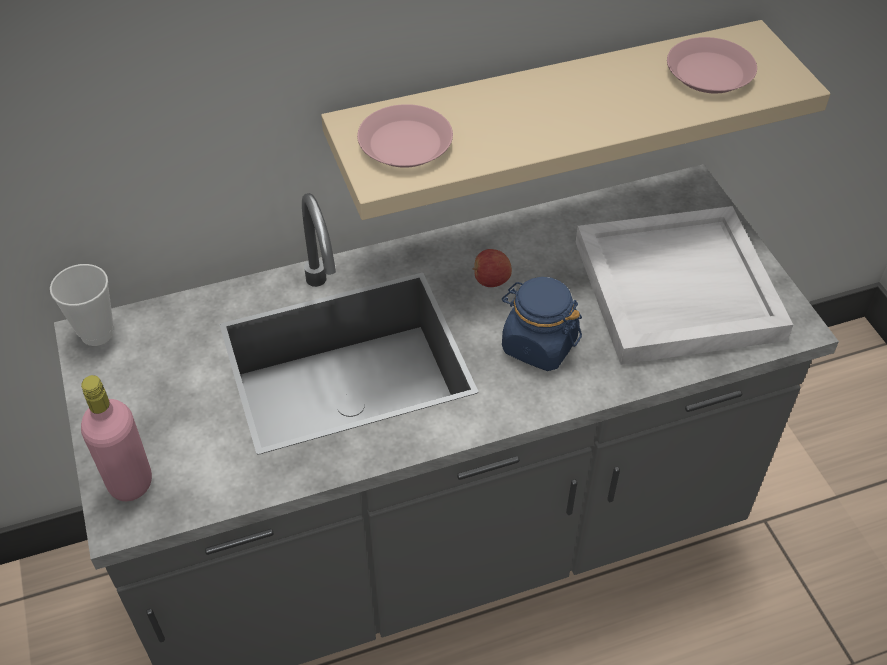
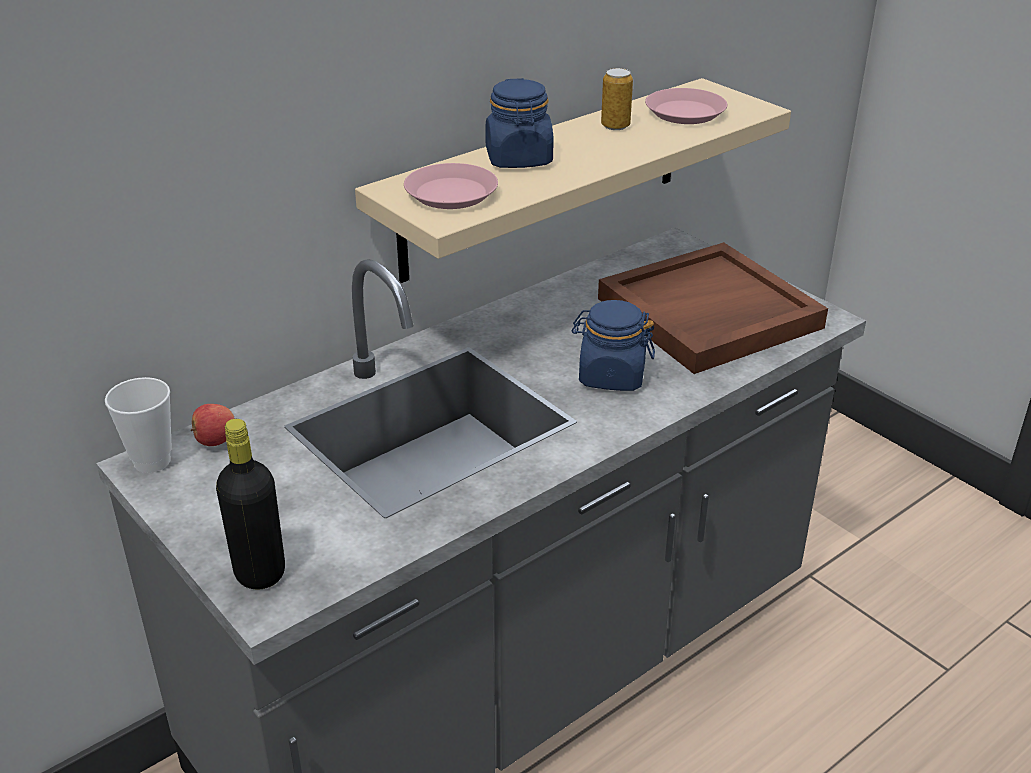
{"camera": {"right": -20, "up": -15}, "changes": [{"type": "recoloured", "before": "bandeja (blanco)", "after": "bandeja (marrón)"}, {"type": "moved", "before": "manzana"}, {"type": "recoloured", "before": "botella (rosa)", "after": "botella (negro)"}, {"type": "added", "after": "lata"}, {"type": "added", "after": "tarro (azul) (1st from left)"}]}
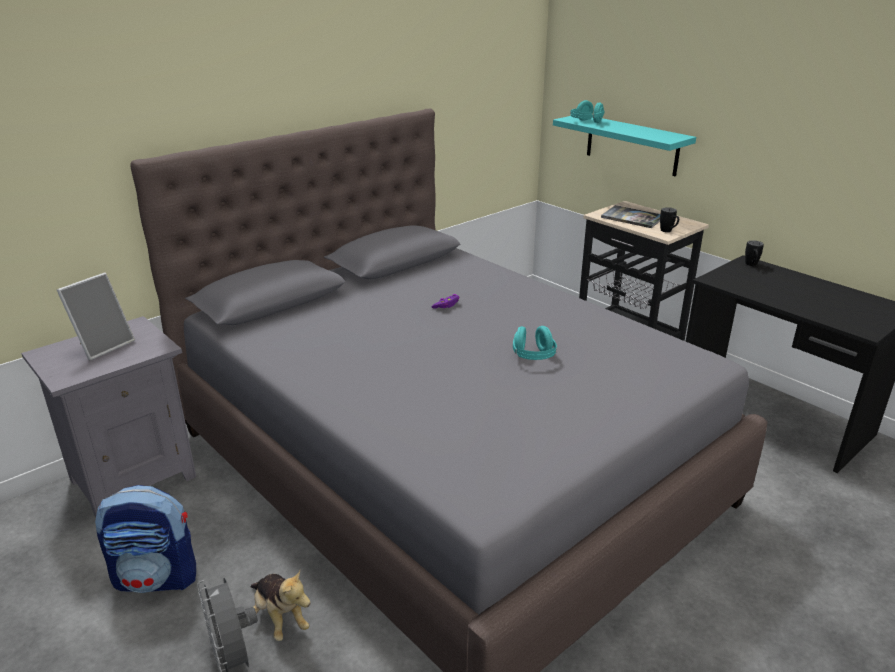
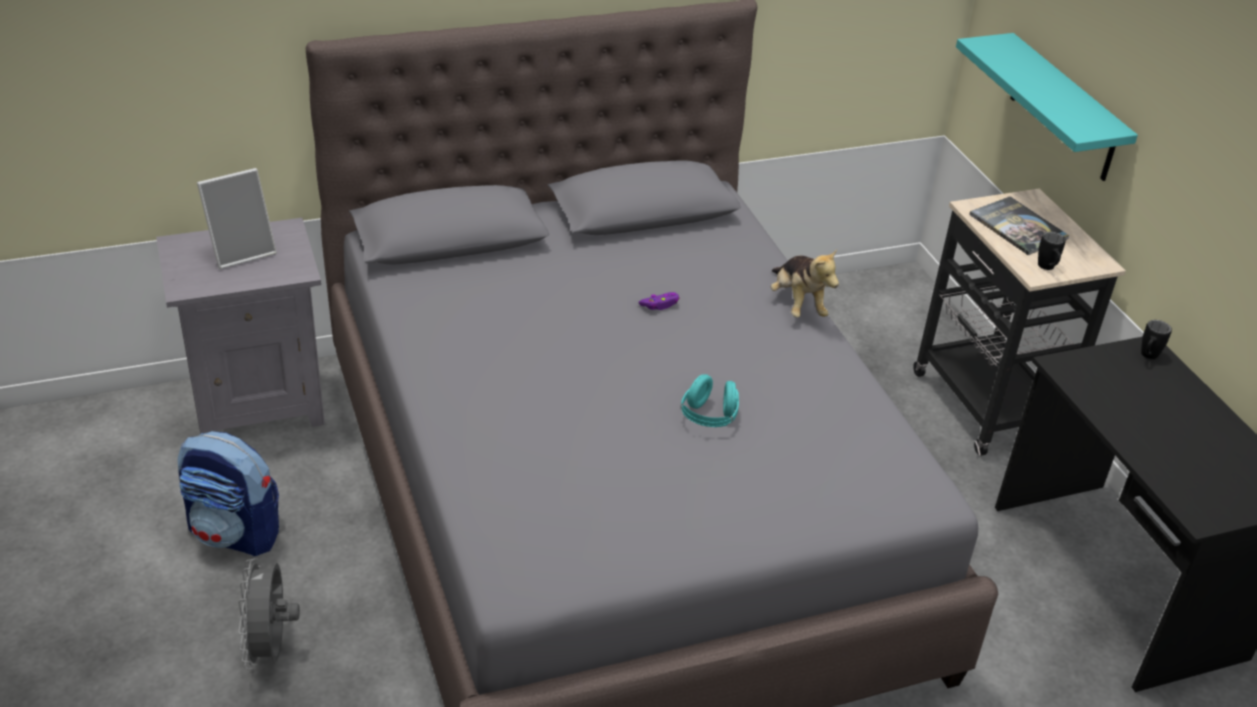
{"camera": {"right": 20, "up": 10}, "changes": [{"type": "removed", "before": "auriculares (turquesa) (2nd from left)"}, {"type": "moved", "before": "peluche"}]}
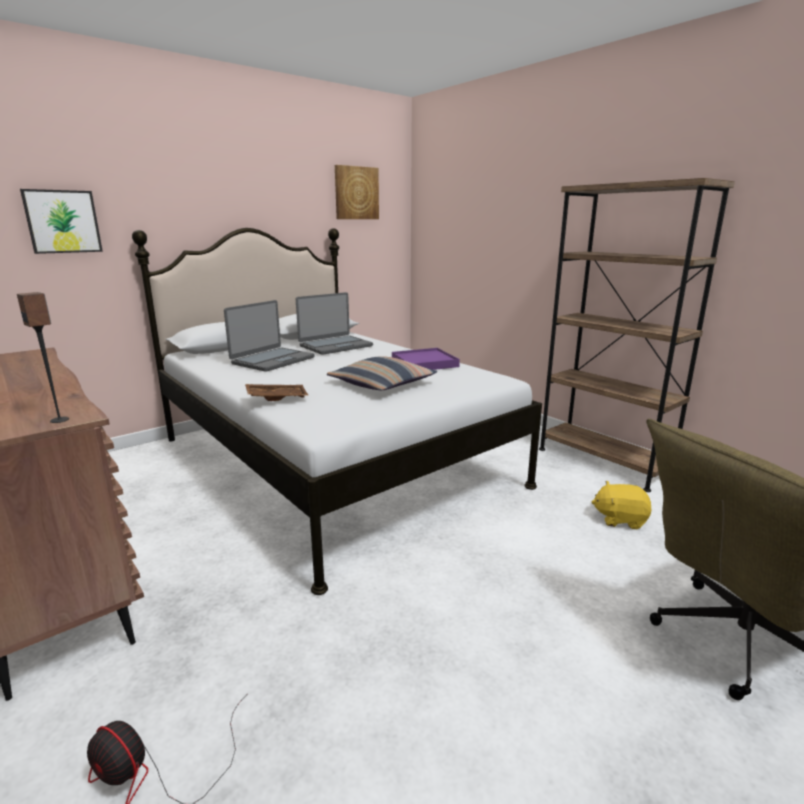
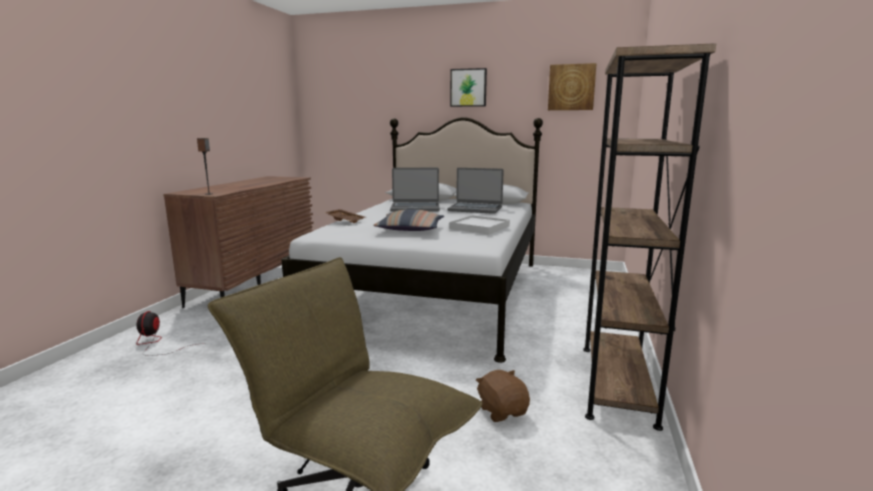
{"camera": {"right": 55, "up": -5}, "changes": [{"type": "moved", "before": "cuadro (1st from left)"}, {"type": "recoloured", "before": "bandeja (morado)", "after": "bandeja (blanco)"}, {"type": "recoloured", "before": "peluche (amarillo)", "after": "peluche (marrón)"}]}
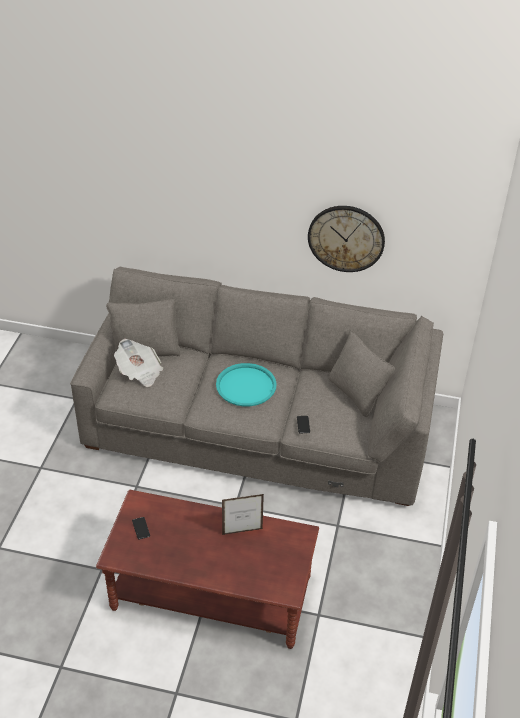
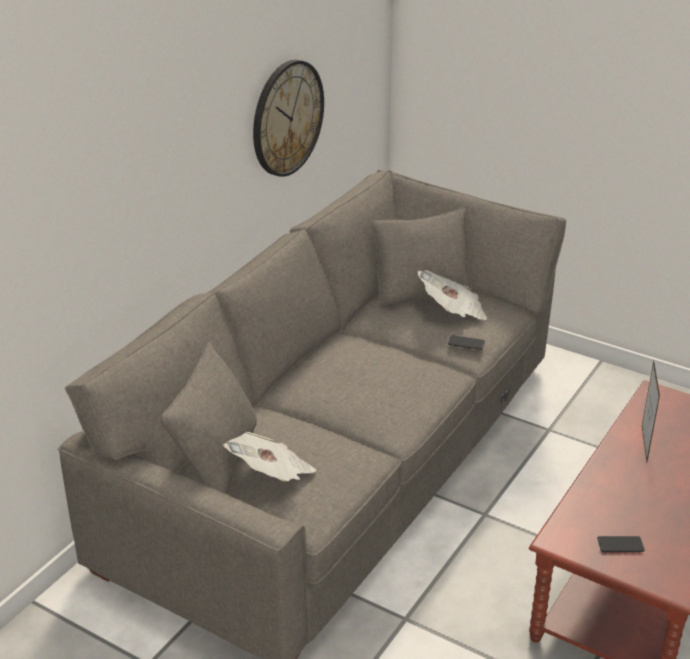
{"camera": {"right": -70, "up": -10}, "changes": [{"type": "removed", "before": "bandeja (turquesa)"}, {"type": "added", "after": "periódico (2nd from left)"}]}
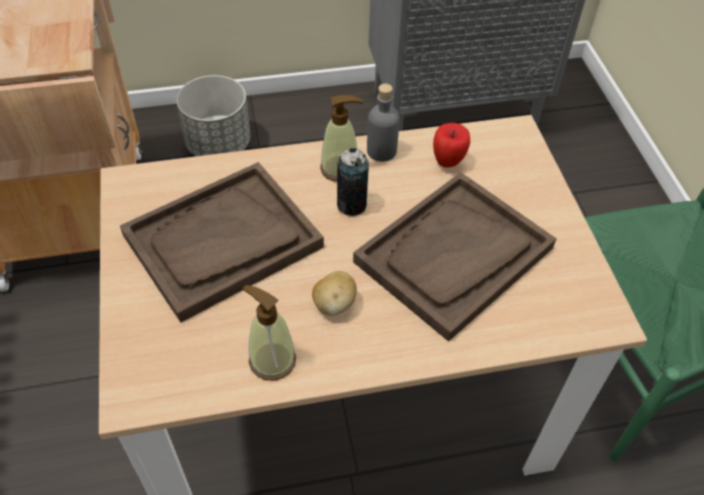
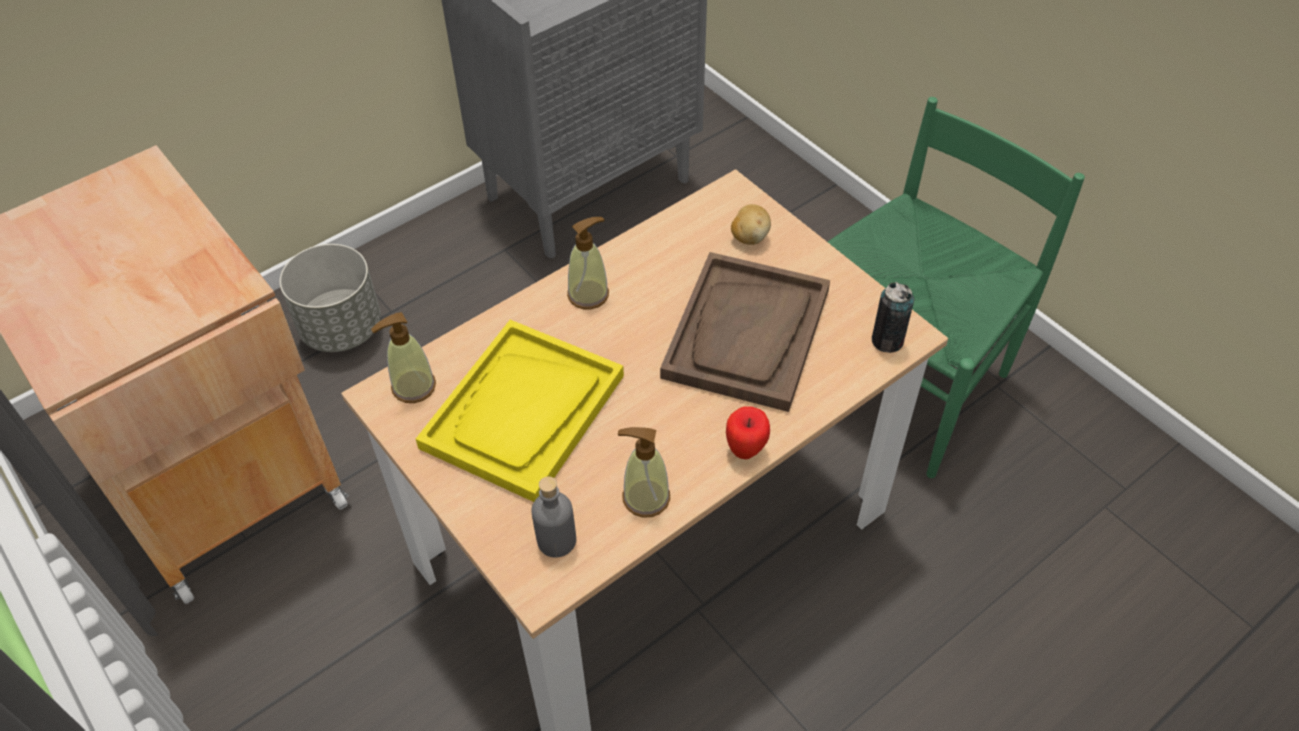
{"camera": {"right": -25, "up": 0}, "changes": [{"type": "moved", "before": "botella (gris)"}, {"type": "moved", "before": "manzana"}, {"type": "moved", "before": "lata"}, {"type": "recoloured", "before": "bandeja (marrón) (1st from left)", "after": "bandeja (amarillo)"}, {"type": "moved", "before": "patata"}, {"type": "added", "after": "dispensador de jabón (1st from left)"}]}
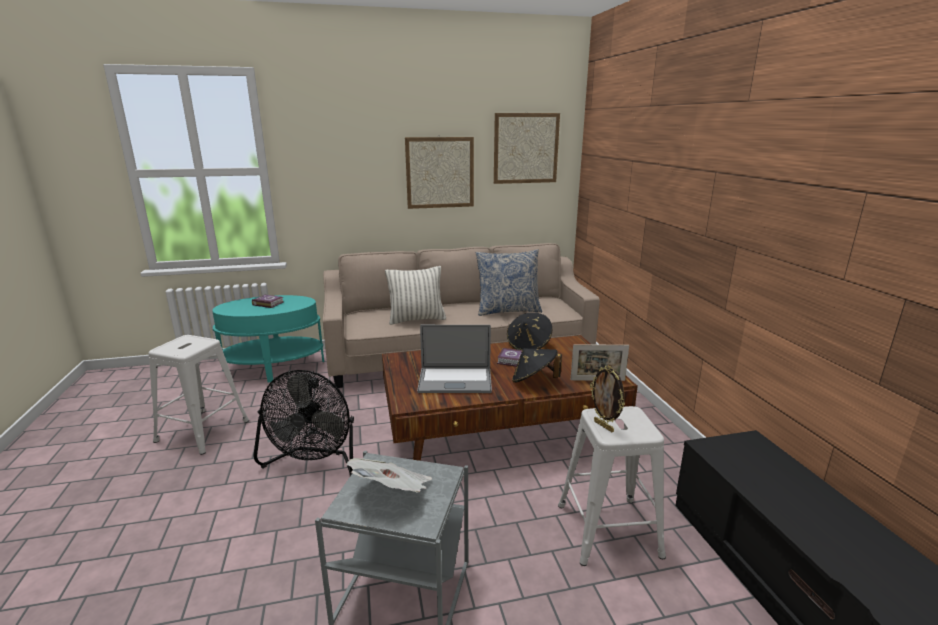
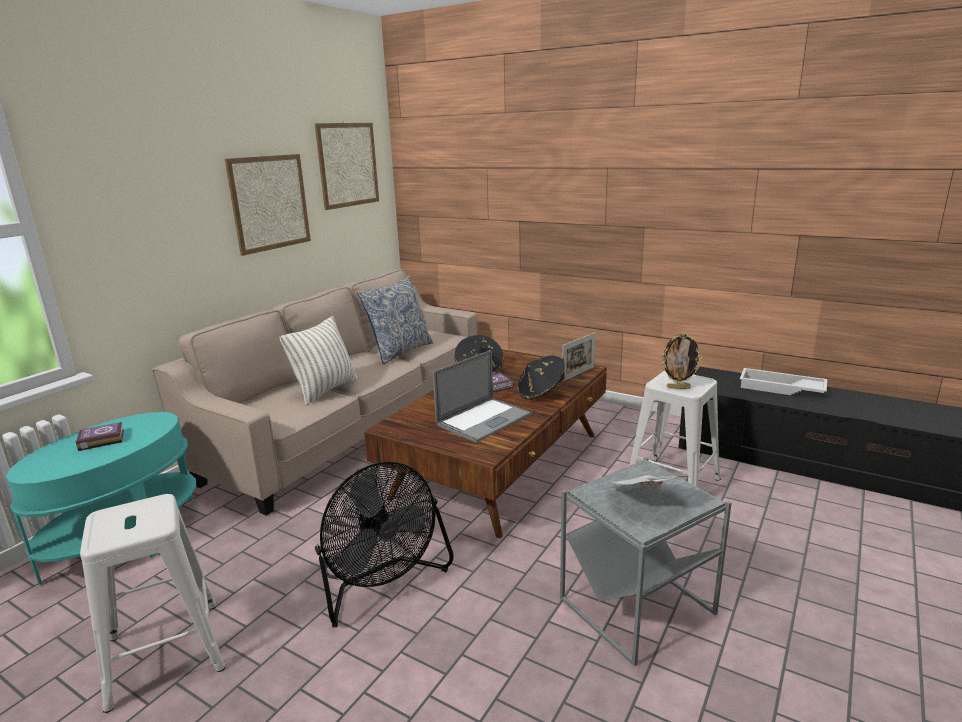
{"camera": {"right": -45, "up": 0}, "changes": [{"type": "added", "after": "bandeja (blanco)"}]}
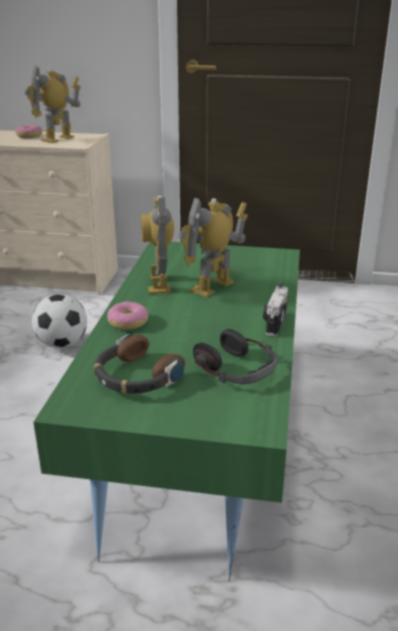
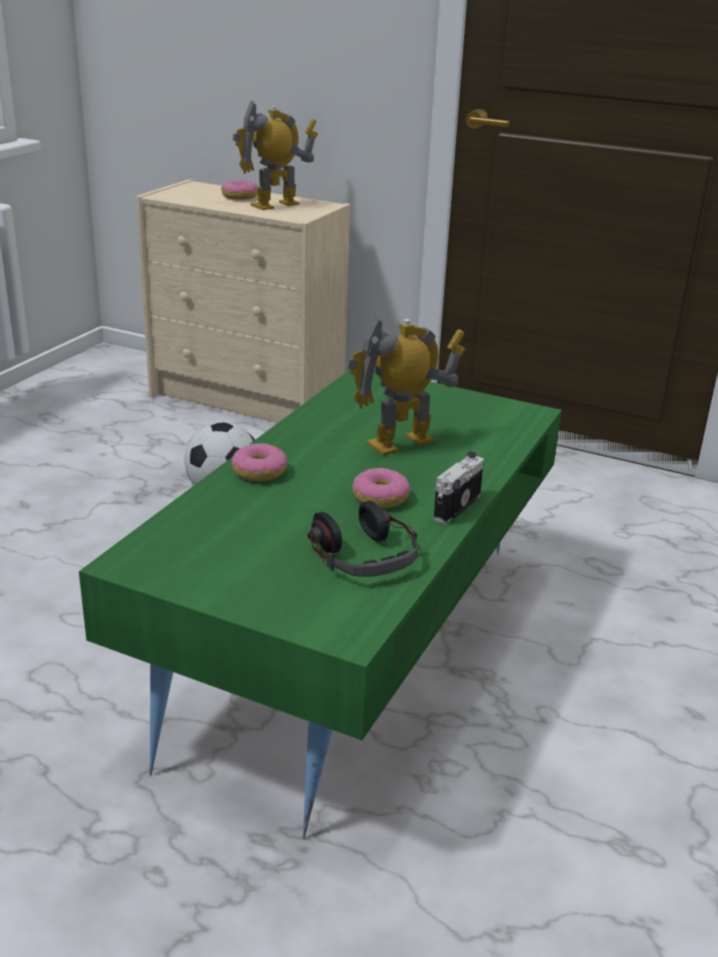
{"camera": {"right": 15, "up": 0}, "changes": [{"type": "removed", "before": "robot de juguete (2nd from left)"}, {"type": "removed", "before": "auriculares (1st from left)"}, {"type": "added", "after": "rosquilla (3rd from left)"}]}
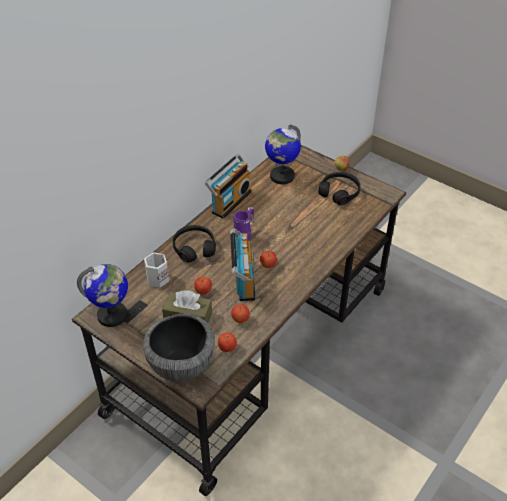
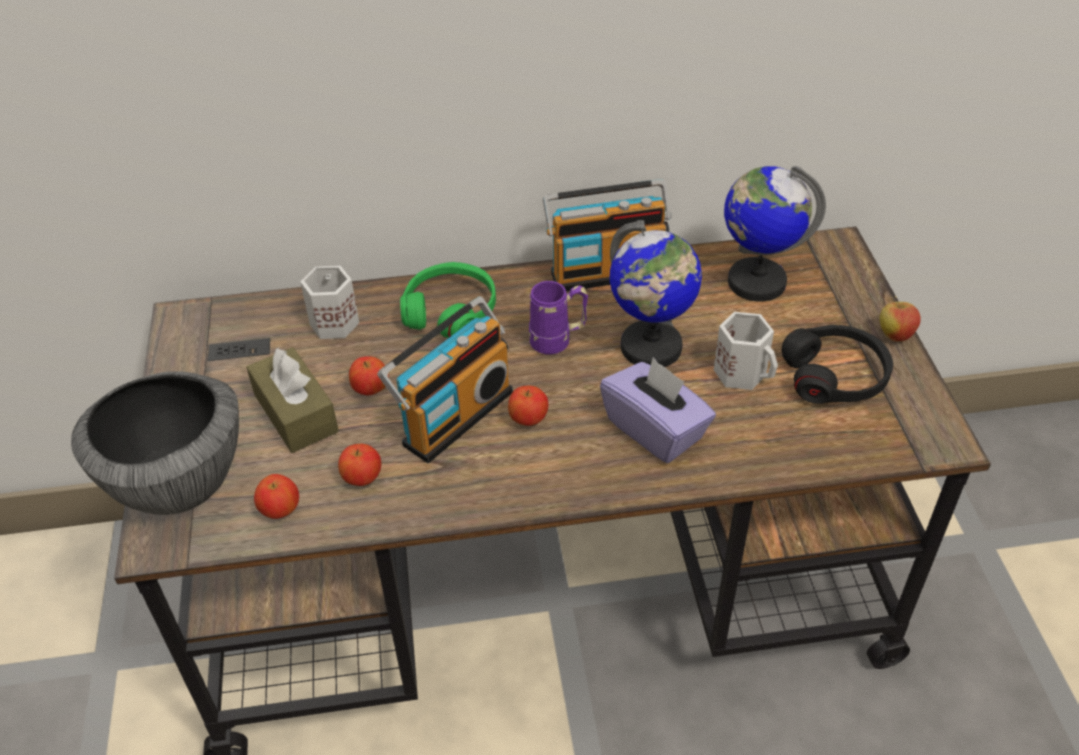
{"camera": {"right": 45, "up": 0}, "changes": [{"type": "recoloured", "before": "auriculares (negro) (1st from left)", "after": "auriculares (verde)"}, {"type": "moved", "before": "globo terráqueo (1st from left)"}, {"type": "added", "after": "taza grande (blanco) (2nd from left)"}, {"type": "added", "after": "caja de pañuelos (morado)"}]}
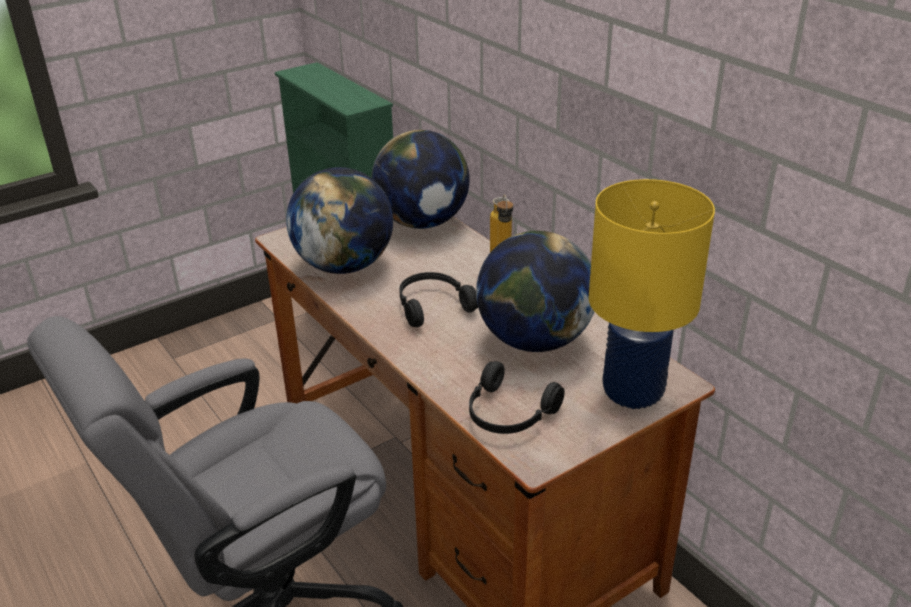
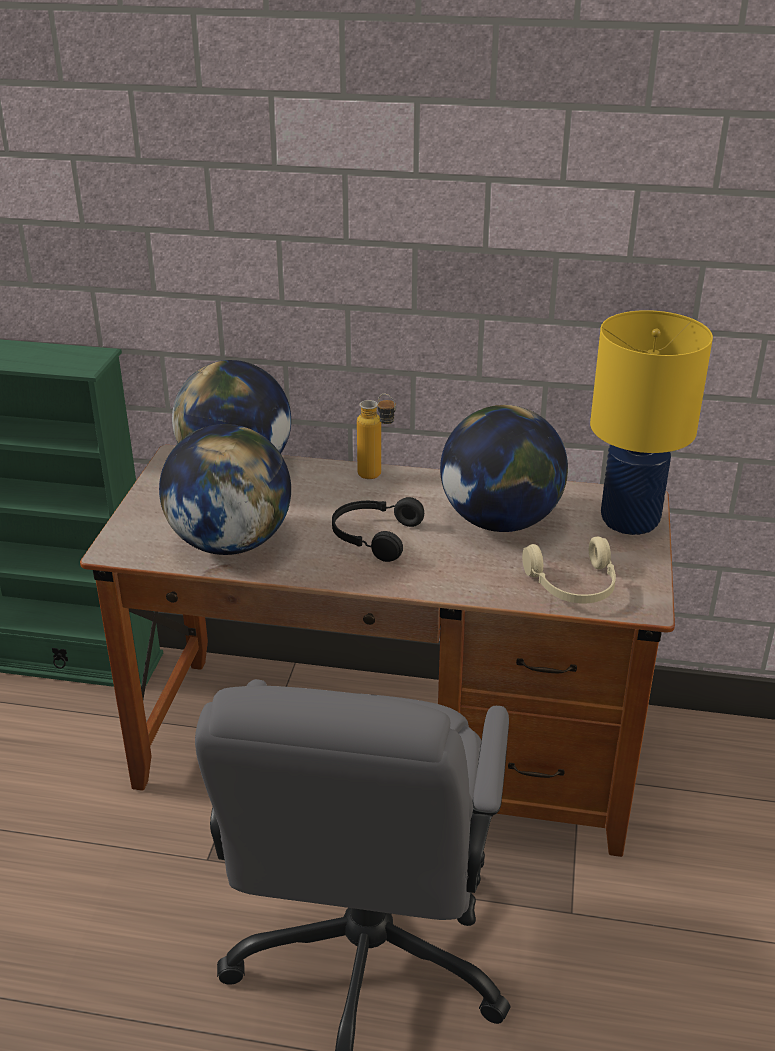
{"camera": {"right": -45, "up": 0}, "changes": [{"type": "recoloured", "before": "auriculares (negro) (2nd from left)", "after": "auriculares (beis)"}]}
